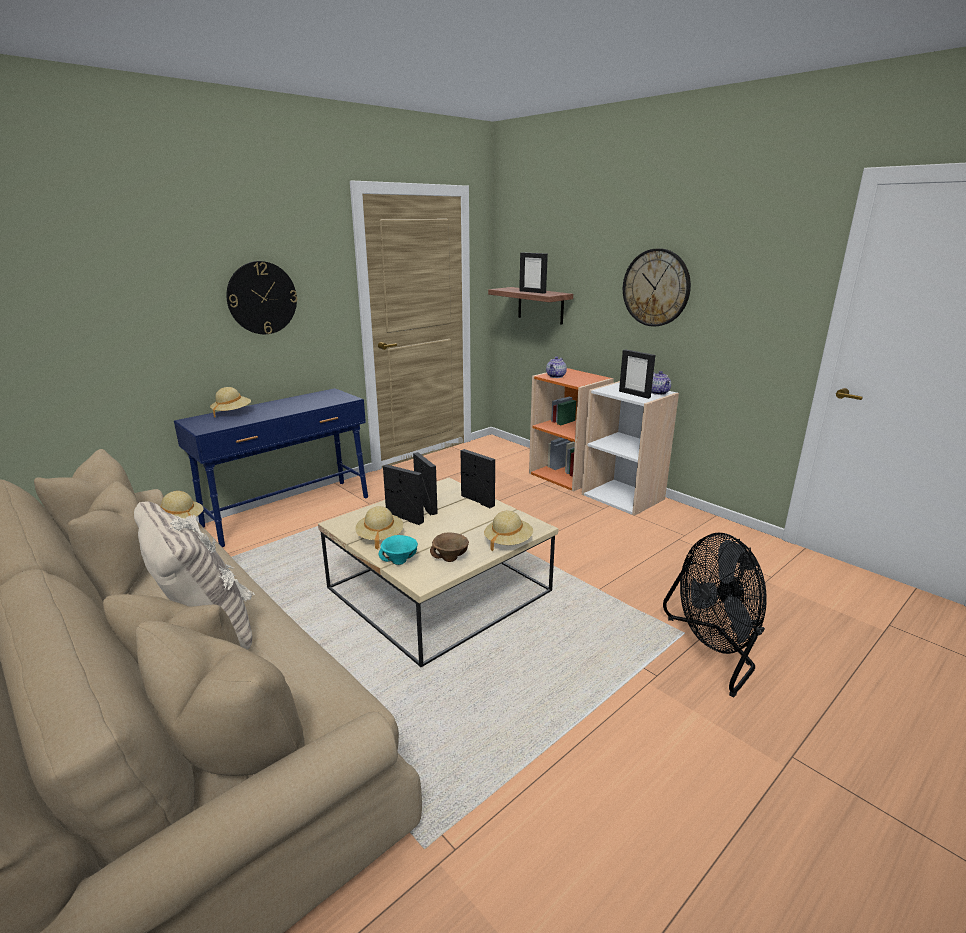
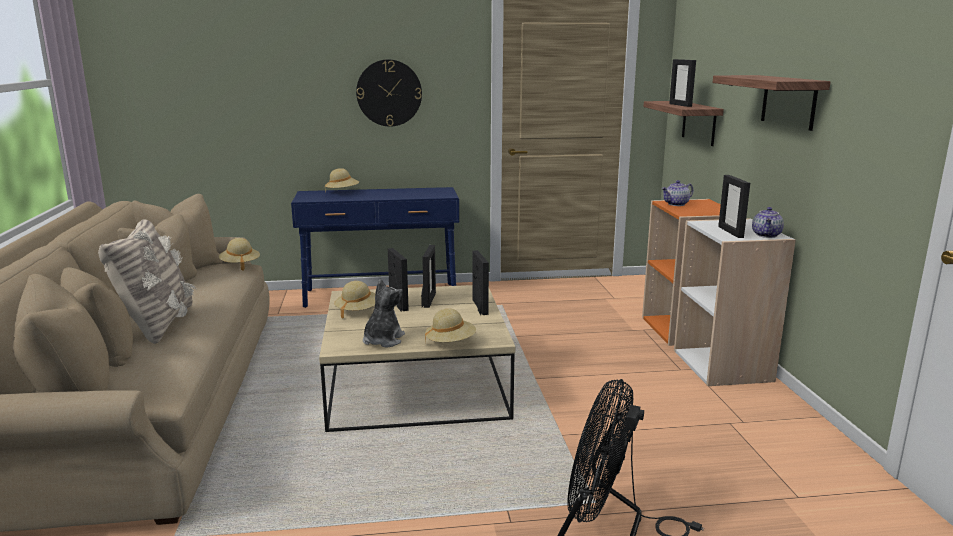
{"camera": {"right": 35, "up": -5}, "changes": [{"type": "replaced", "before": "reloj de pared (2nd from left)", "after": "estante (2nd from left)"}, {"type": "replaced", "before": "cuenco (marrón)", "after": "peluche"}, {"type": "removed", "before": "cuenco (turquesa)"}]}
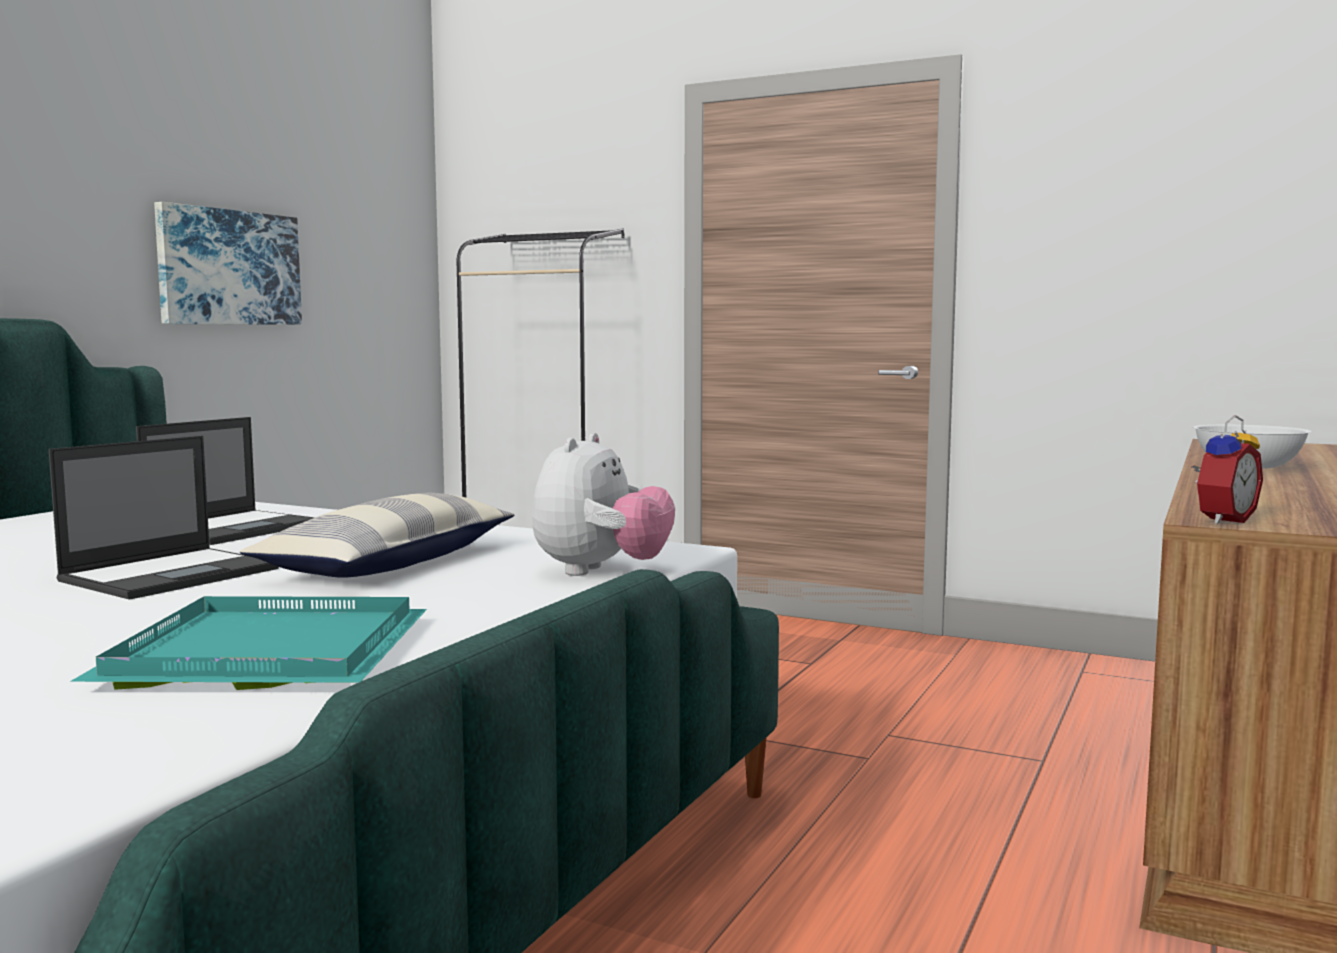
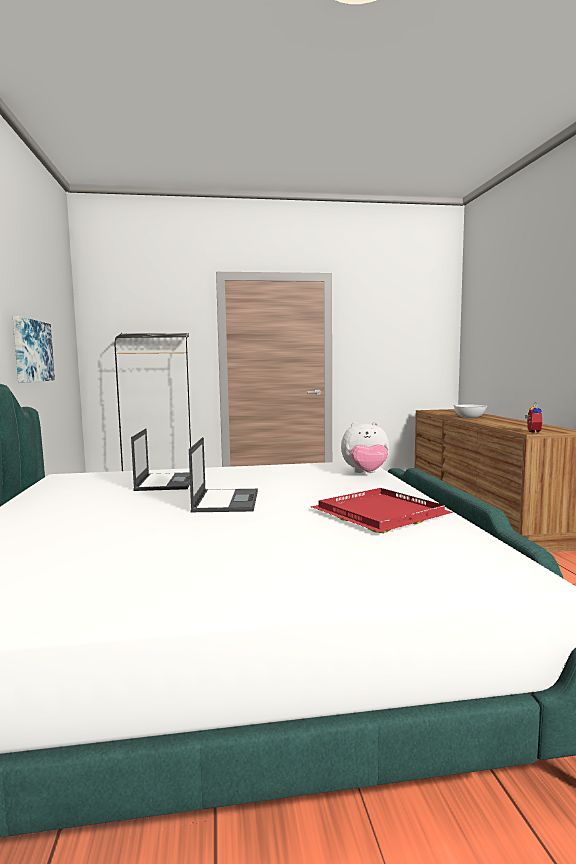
{"camera": {"right": -35, "up": 0}, "changes": [{"type": "turned", "before": "peluche", "turn": 105}, {"type": "removed", "before": "cojín"}, {"type": "recoloured", "before": "bandeja (turquesa)", "after": "bandeja (rojo)"}]}
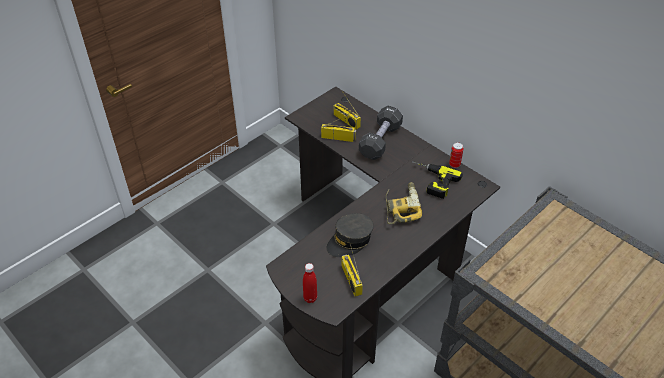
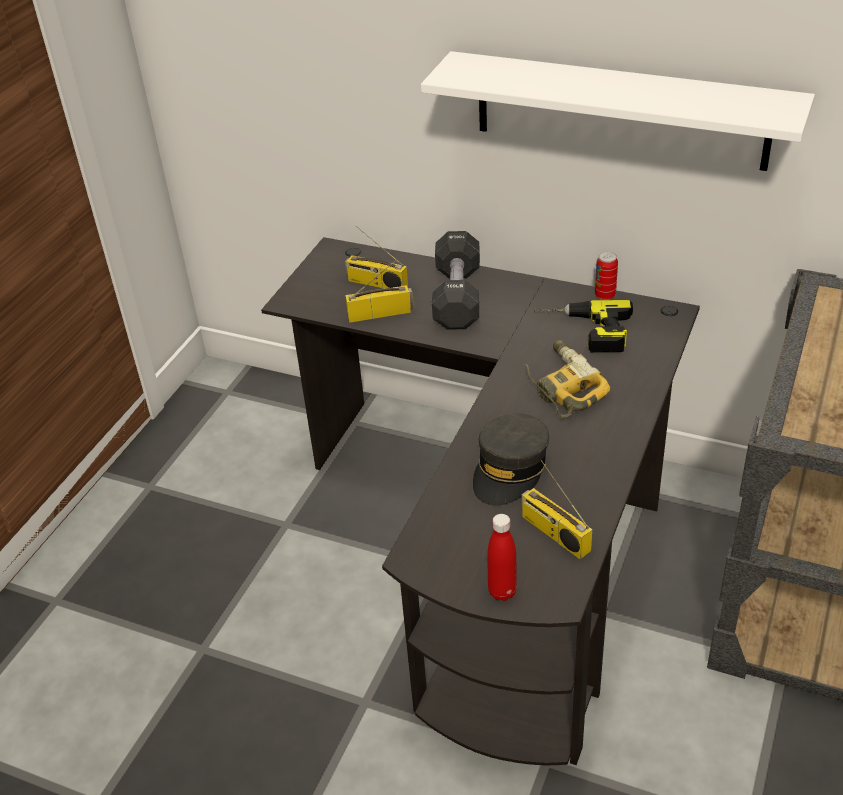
{"camera": {"right": -20, "up": -5}, "changes": [{"type": "added", "after": "estante (blanco)"}]}
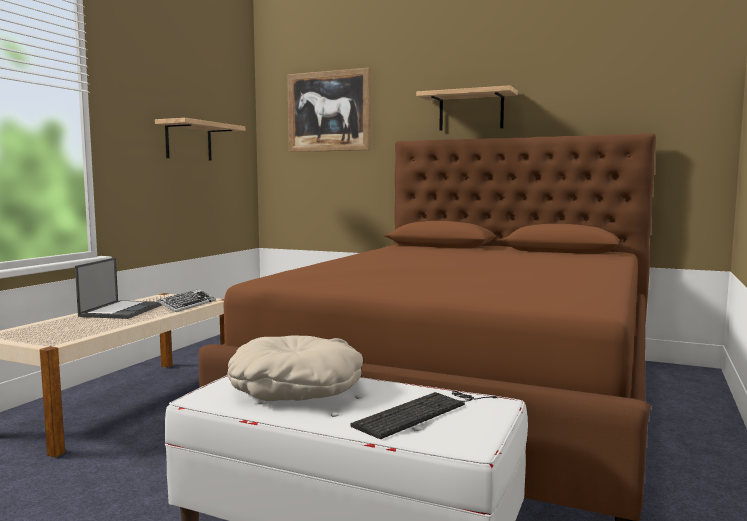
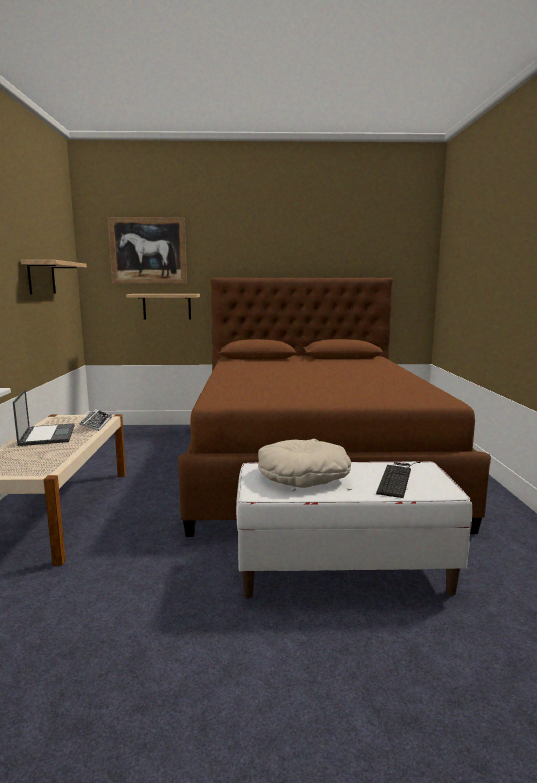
{"camera": {"right": -25, "up": 5}, "changes": [{"type": "moved", "before": "estante (2nd from left)"}]}
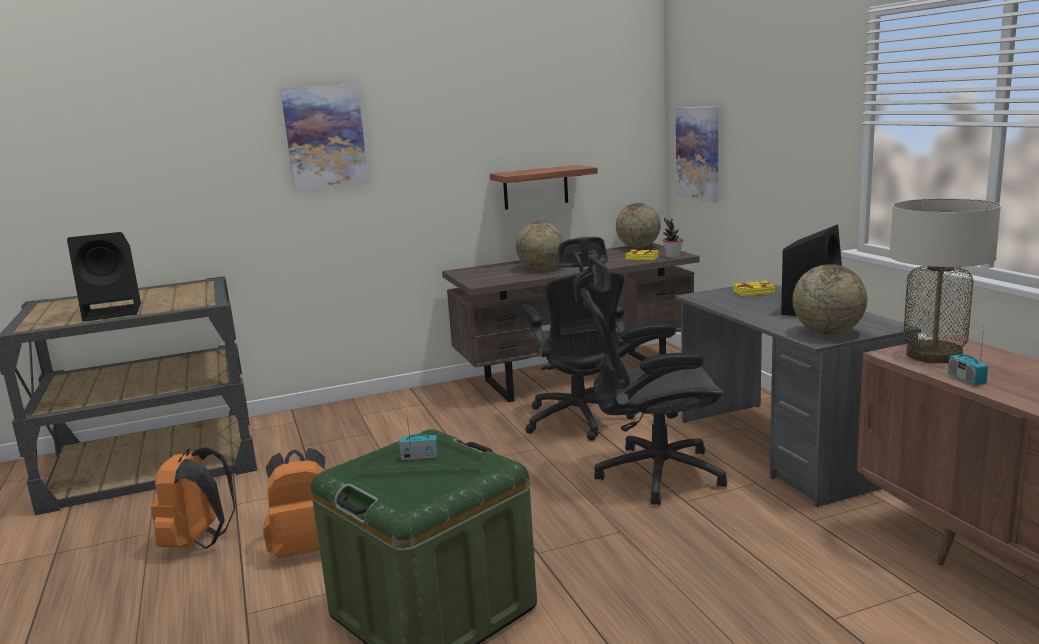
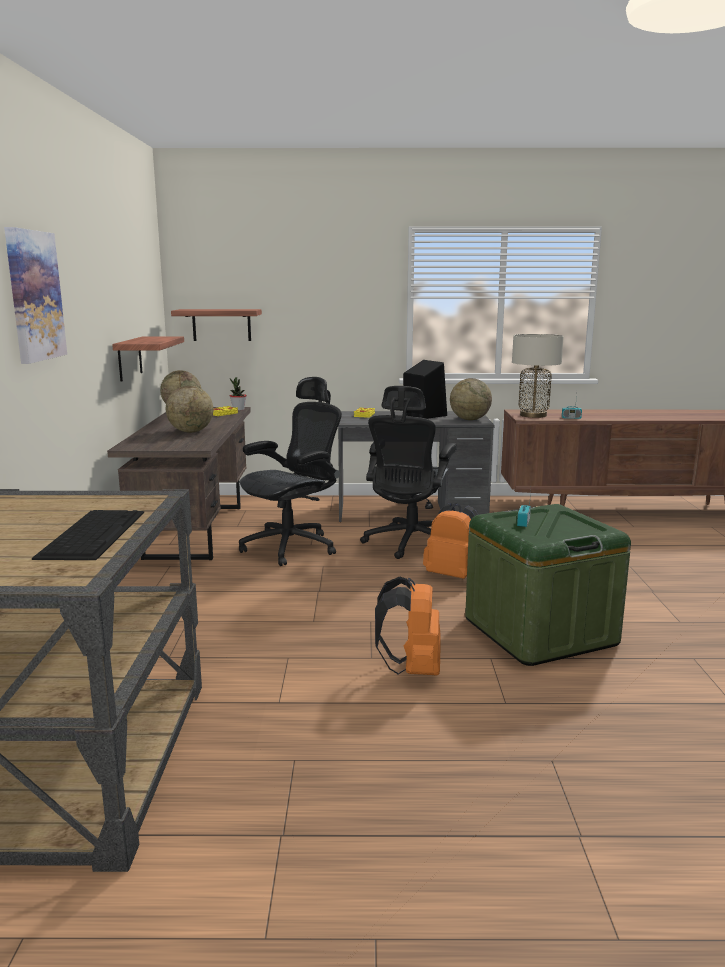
{"camera": {"right": -70, "up": 0}, "changes": [{"type": "replaced", "before": "cuadro (2nd from left)", "after": "estante (2nd from left)"}, {"type": "replaced", "before": "altavoz (negro) (1st from left)", "after": "teclado"}, {"type": "turned", "before": "silla de oficina (1st from left)", "turn": -60}, {"type": "moved", "before": "mochila (naranja) (1st from left in the first image)", "after": "mochila (naranja) (2nd from left)"}]}
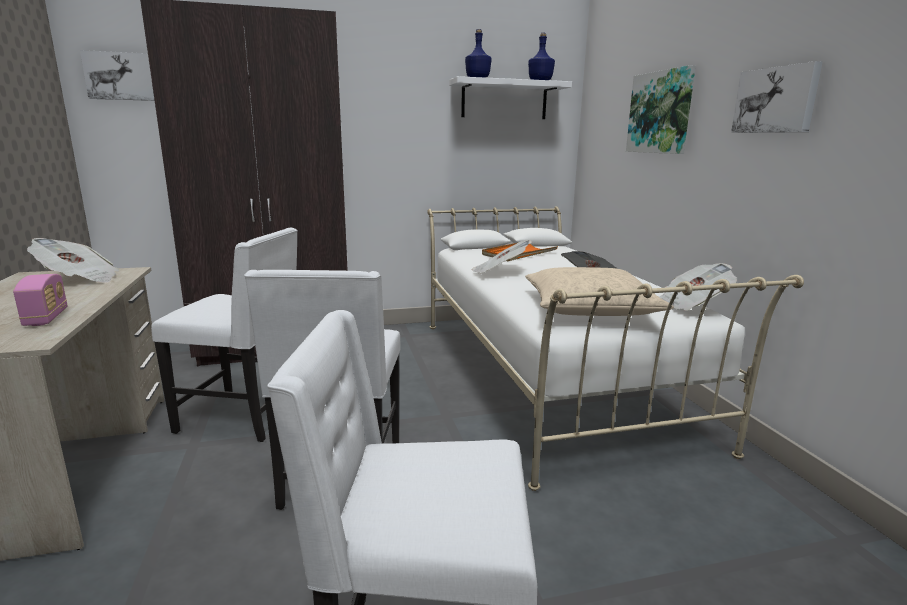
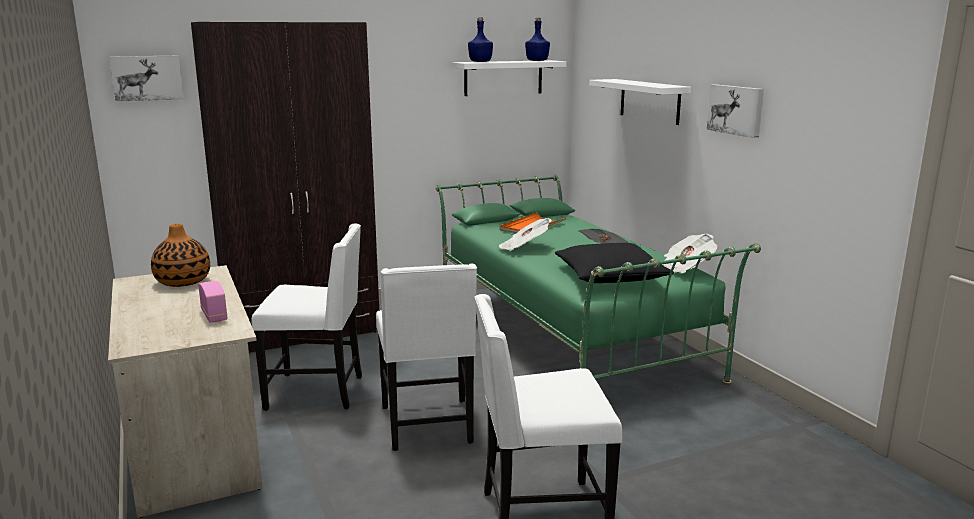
{"camera": {"right": -10, "up": 0}, "changes": [{"type": "replaced", "before": "cuadro (2nd from left)", "after": "estante (blanco) (2nd from left)"}, {"type": "recoloured", "before": "cama (blanco)", "after": "cama (verde)"}, {"type": "replaced", "before": "periódico (1st from left)", "after": "florero"}, {"type": "recoloured", "before": "cojín (beis)", "after": "cojín (negro)"}]}
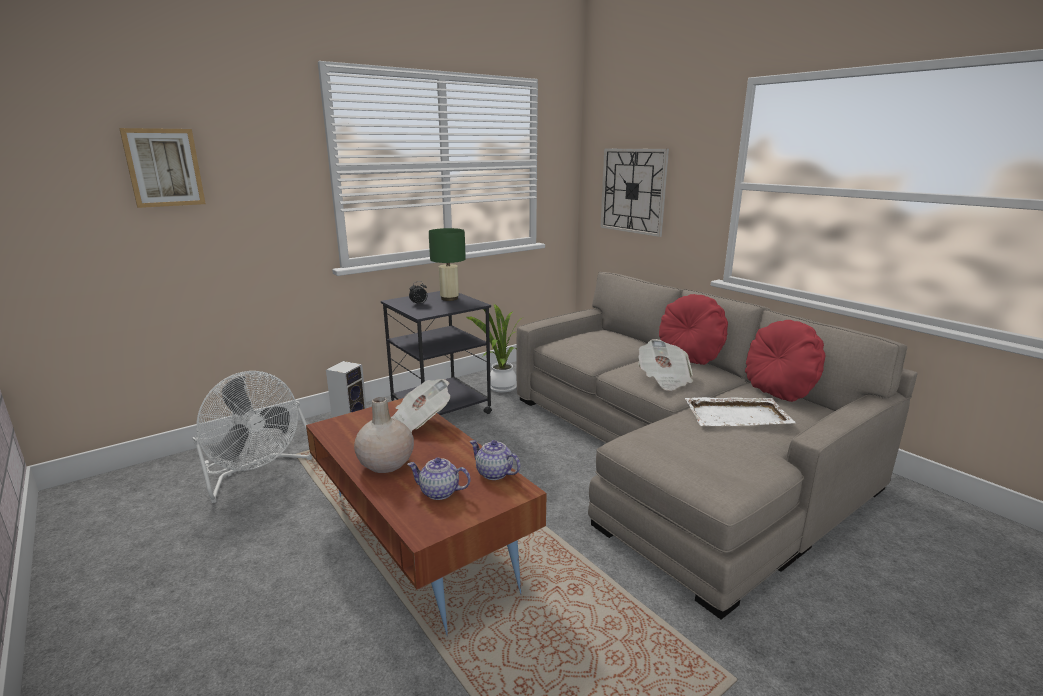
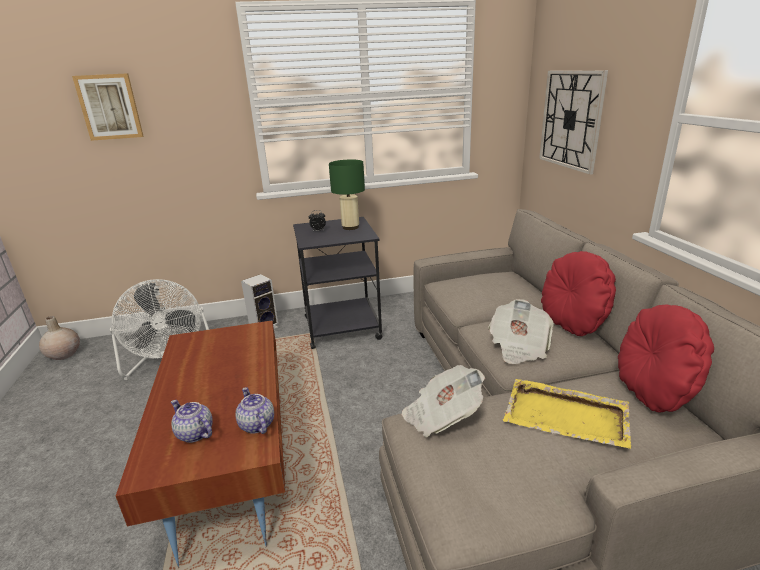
{"camera": {"right": 25, "up": 5}, "changes": [{"type": "removed", "before": "planta en maceta"}, {"type": "moved", "before": "periódico (1st from left)"}, {"type": "moved", "before": "florero (beis)"}, {"type": "recoloured", "before": "bandeja (blanco)", "after": "bandeja (amarillo)"}]}
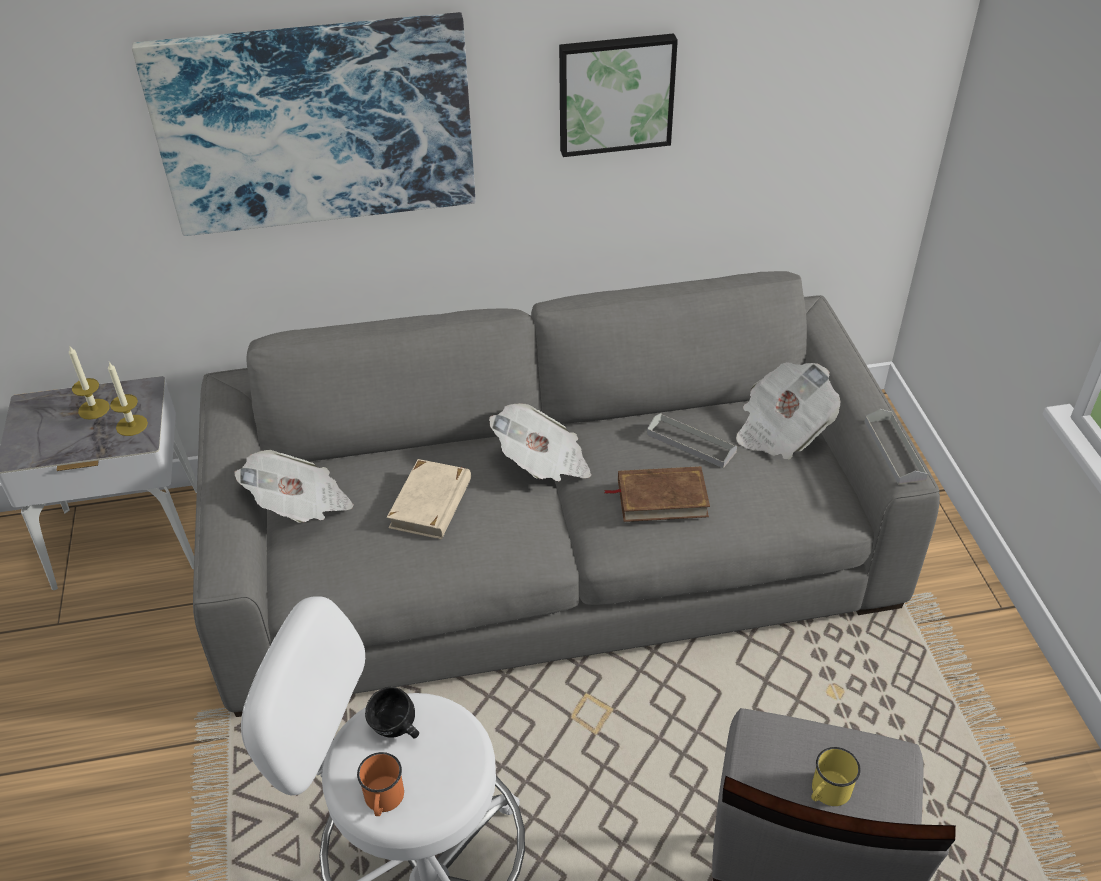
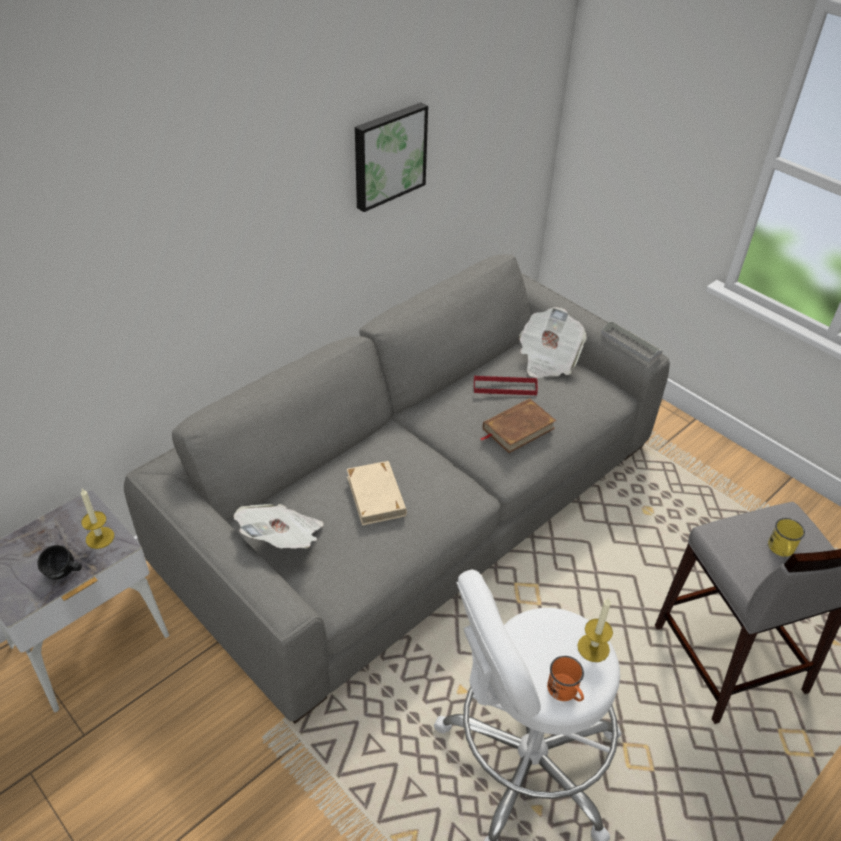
{"camera": {"right": -35, "up": 0}, "changes": [{"type": "removed", "before": "cuadro (1st from left)"}, {"type": "moved", "before": "vela (1st from left in the first image)", "after": "vela (2nd from left)"}, {"type": "removed", "before": "periódico (2nd from left)"}, {"type": "recoloured", "before": "bandeja (gris) (1st from left)", "after": "bandeja (rojo)"}, {"type": "moved", "before": "taza grande (negro)"}]}
